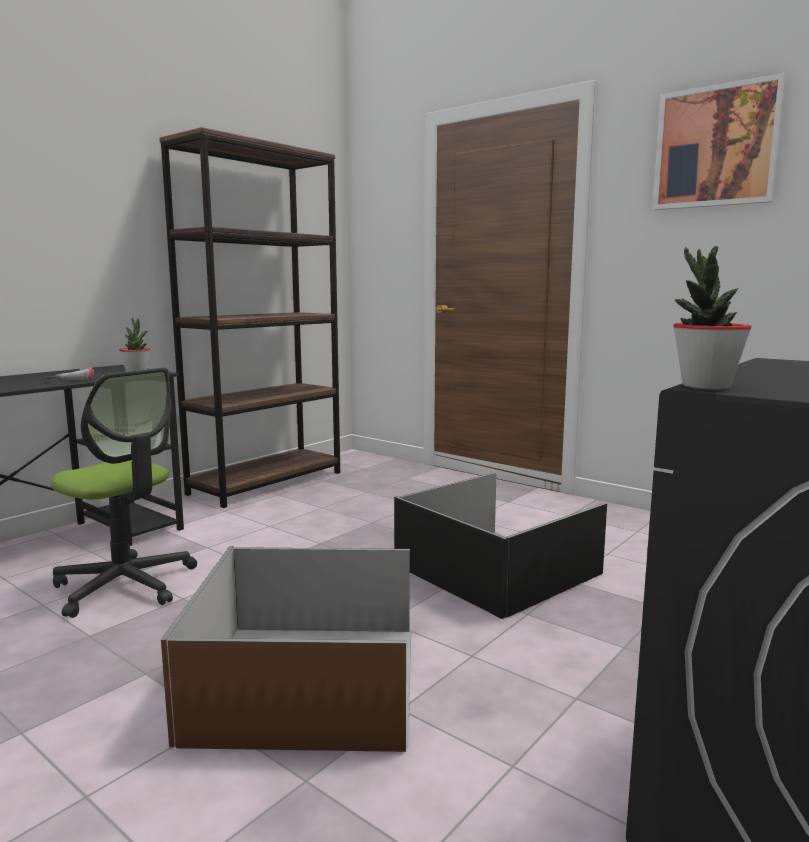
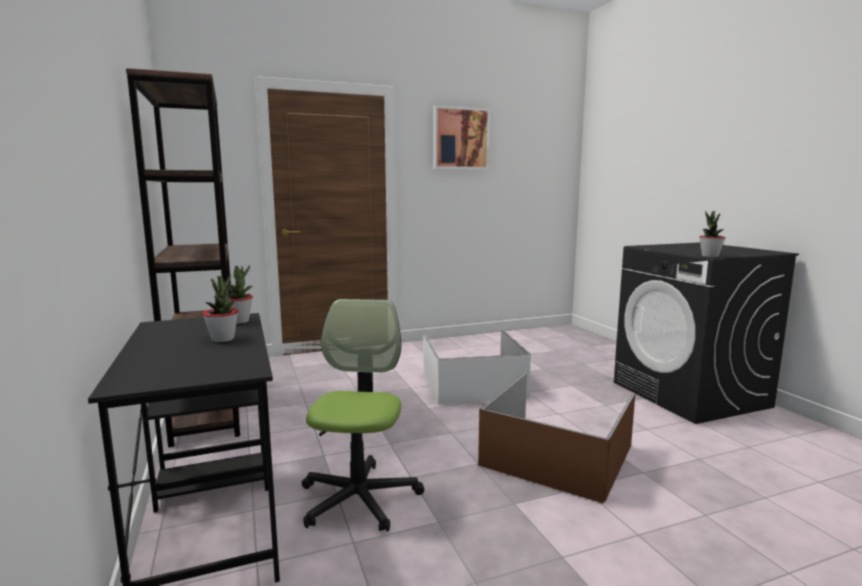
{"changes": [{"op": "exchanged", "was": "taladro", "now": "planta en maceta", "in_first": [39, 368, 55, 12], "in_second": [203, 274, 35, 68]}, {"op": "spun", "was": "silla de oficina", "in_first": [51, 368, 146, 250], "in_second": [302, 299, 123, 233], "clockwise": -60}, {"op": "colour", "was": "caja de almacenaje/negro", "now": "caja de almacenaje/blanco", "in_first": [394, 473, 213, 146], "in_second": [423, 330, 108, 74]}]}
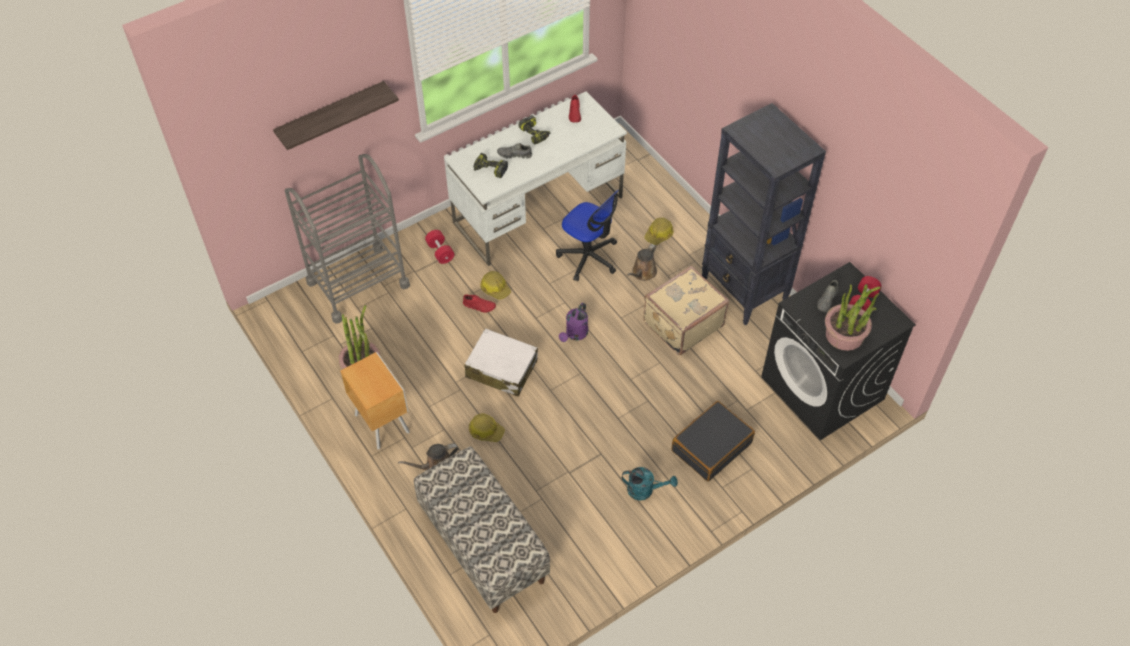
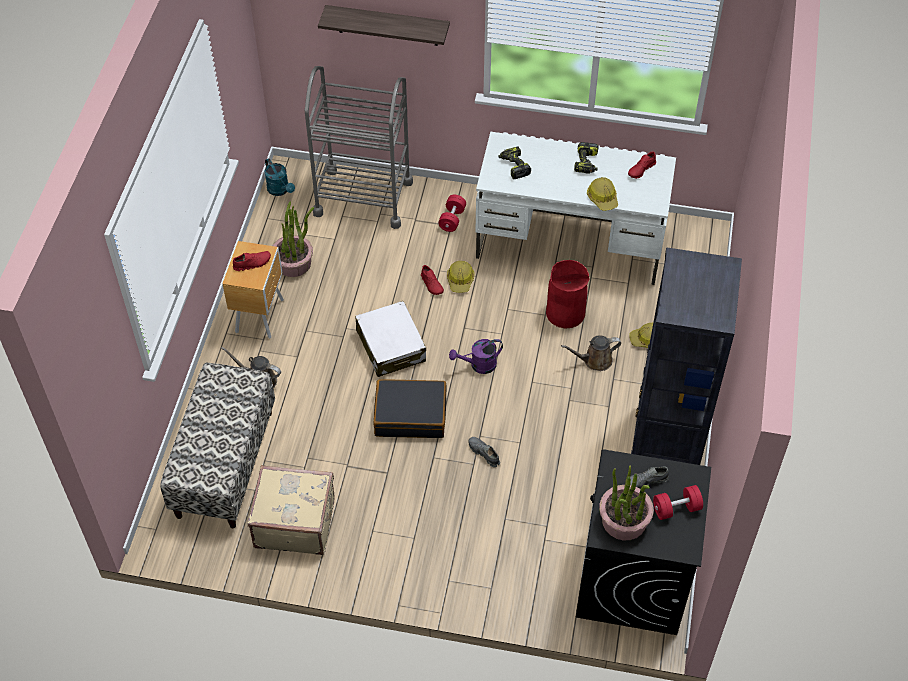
{"changes": [{"op": "relocated", "was": "zapato/gris", "in_first": [497, 143, 35, 16], "in_second": [468, 437, 32, 30]}, {"op": "exchanged", "was": "silla de oficina", "now": "papelera/rojo", "in_first": [556, 190, 63, 91], "in_second": [546, 260, 44, 68]}, {"op": "relocated", "was": "maleta/beis", "in_first": [643, 266, 86, 89], "in_second": [248, 465, 86, 90]}, {"op": "relocated", "was": "maleta/negro", "in_first": [672, 401, 83, 81], "in_second": [374, 379, 72, 59]}, {"op": "relocated", "was": "casco", "in_first": [469, 413, 36, 29], "in_second": [587, 177, 31, 34]}, {"op": "relocated", "was": "regadera/turquesa", "in_first": [622, 467, 56, 34], "in_second": [264, 158, 31, 38]}, {"op": "appeared", "now": "zapato/rojo", "in_second": [233, 251, 38, 20]}]}
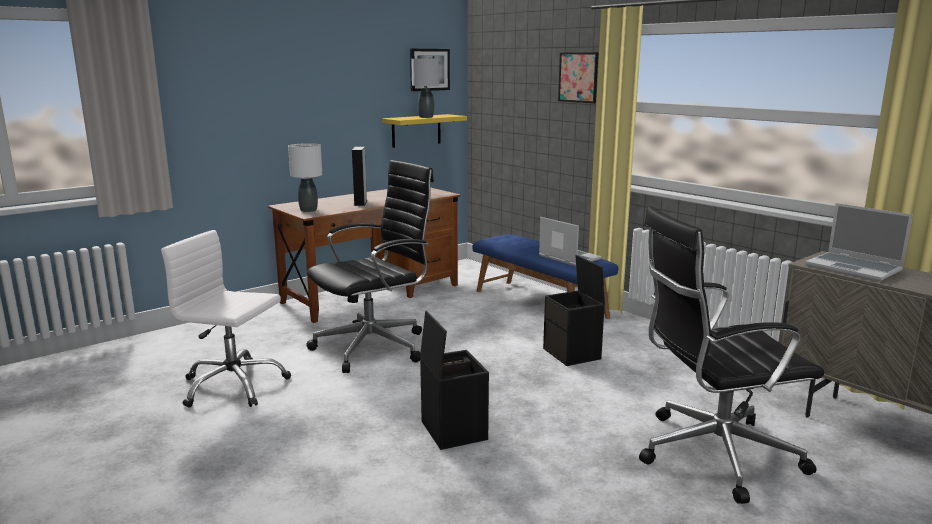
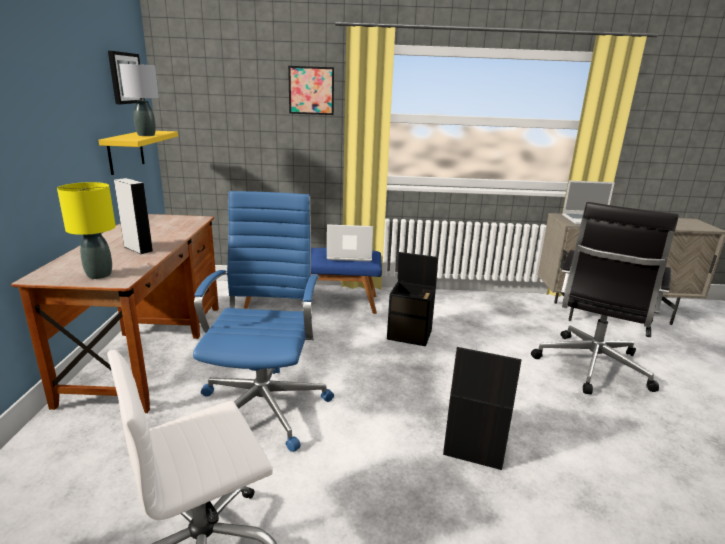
{"changes": [{"op": "colour", "was": "lámpara de mesa/blanco", "now": "lámpara de mesa/amarillo", "in_first": [288, 143, 34, 69], "in_second": [57, 182, 59, 97]}, {"op": "colour", "was": "silla de oficina/negro", "now": "silla de oficina/azul", "in_first": [306, 160, 128, 213], "in_second": [193, 191, 141, 261]}]}
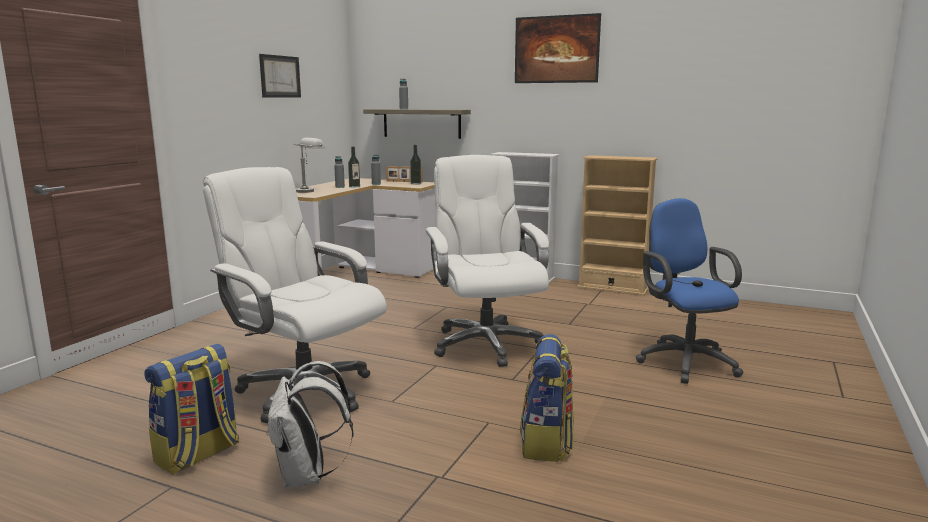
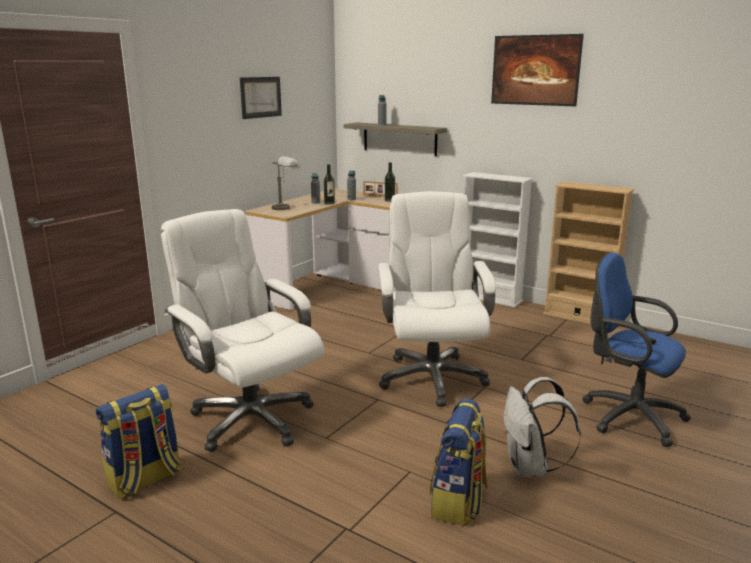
{"changes": [{"op": "spun", "was": "silla de oficina/azul", "in_first": [636, 198, 108, 186], "in_second": [582, 253, 109, 194], "clockwise": -45}, {"op": "relocated", "was": "mochila/blanco", "in_first": [266, 361, 88, 127], "in_second": [503, 377, 78, 100]}]}
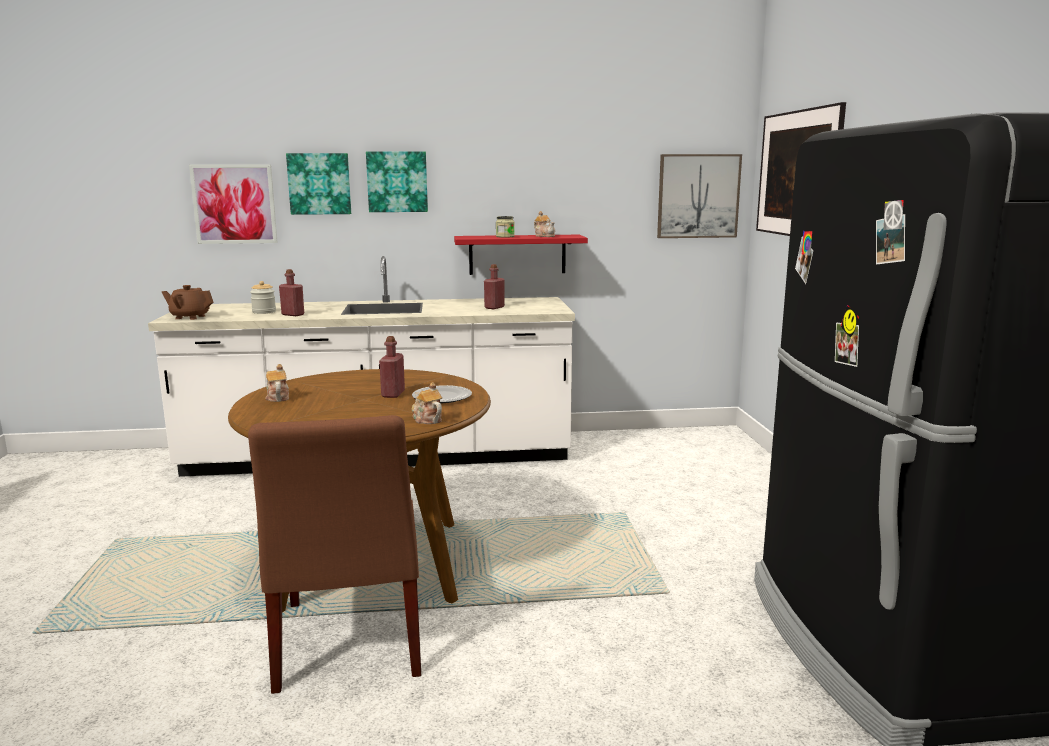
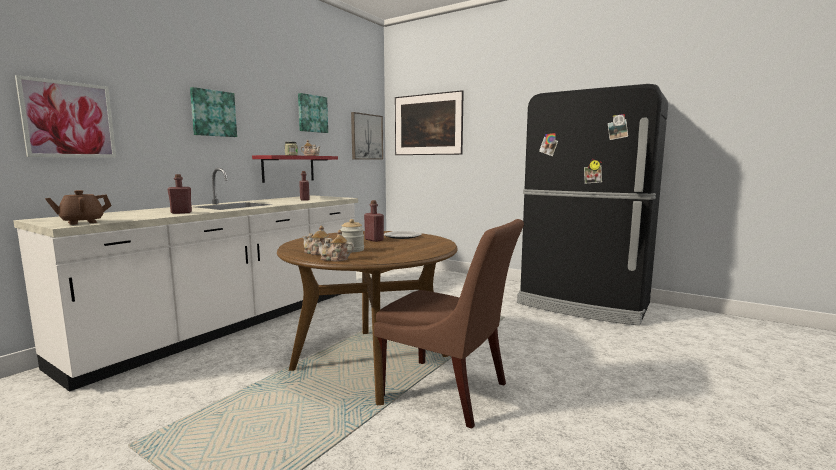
{"changes": [{"op": "relocated", "was": "cuadro", "in_first": [286, 153, 65, 62], "in_second": [298, 93, 30, 40]}, {"op": "relocated", "was": "tarro", "in_first": [250, 281, 26, 33], "in_second": [340, 219, 24, 33]}, {"op": "relocated", "was": "tetera", "in_first": [412, 382, 30, 42], "in_second": [317, 230, 37, 32]}]}
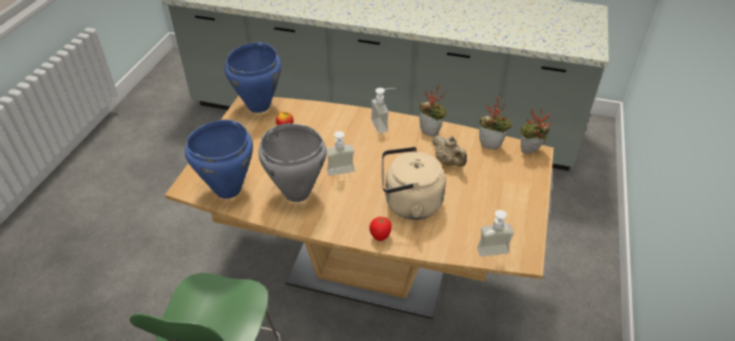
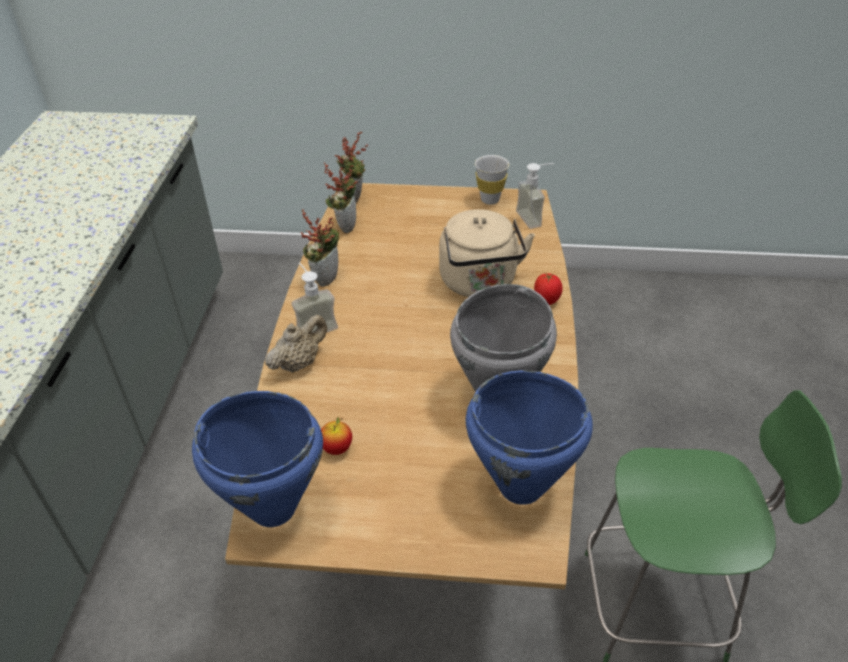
{"changes": [{"op": "missing", "was": "dispensador de jabón", "in_first": [327, 131, 28, 45]}, {"op": "relocated", "was": "tetera/beis", "in_first": [432, 135, 35, 32], "in_second": [265, 314, 62, 59]}, {"op": "appeared", "now": "taza/blanco", "in_second": [475, 155, 34, 49]}]}
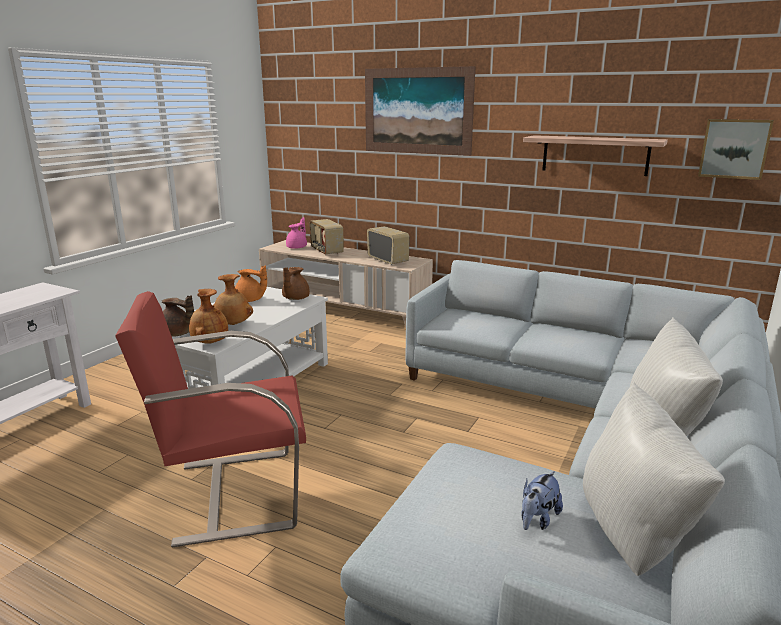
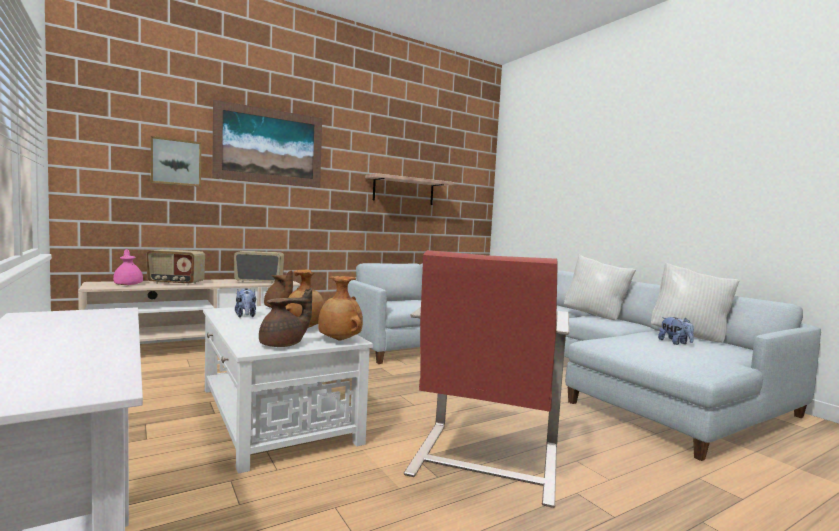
{"changes": [{"op": "relocated", "was": "cuadro", "in_first": [698, 119, 76, 61], "in_second": [151, 136, 50, 51]}, {"op": "exchanged", "was": "tetera/naranja", "now": "peluche", "in_first": [235, 265, 32, 37], "in_second": [235, 288, 21, 30]}]}
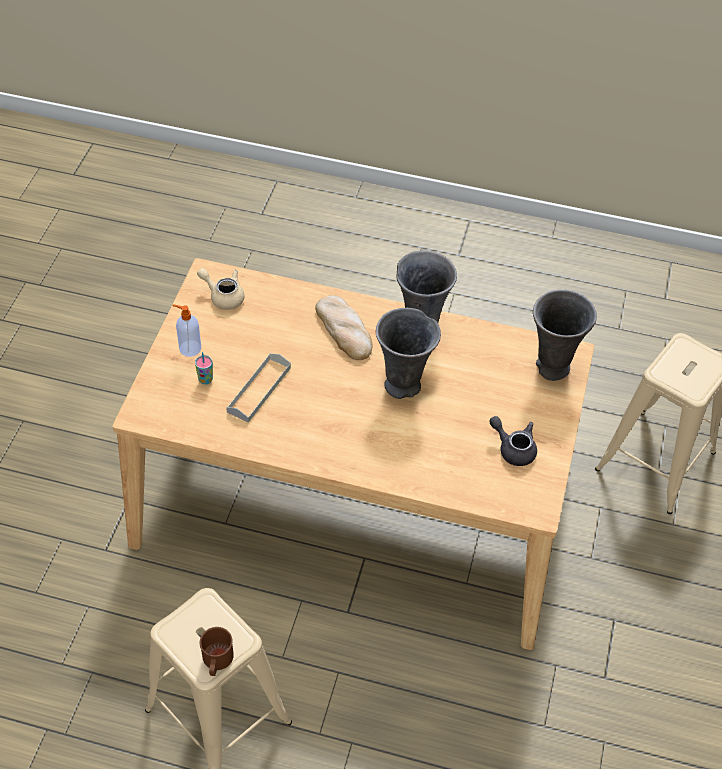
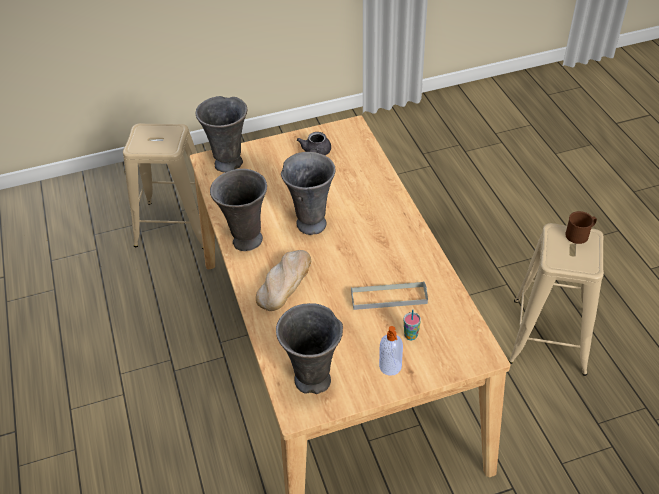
{"changes": [{"op": "exchanged", "was": "tetera/beis", "now": "florero/gris", "in_first": [197, 268, 47, 42], "in_second": [276, 303, 67, 91]}]}
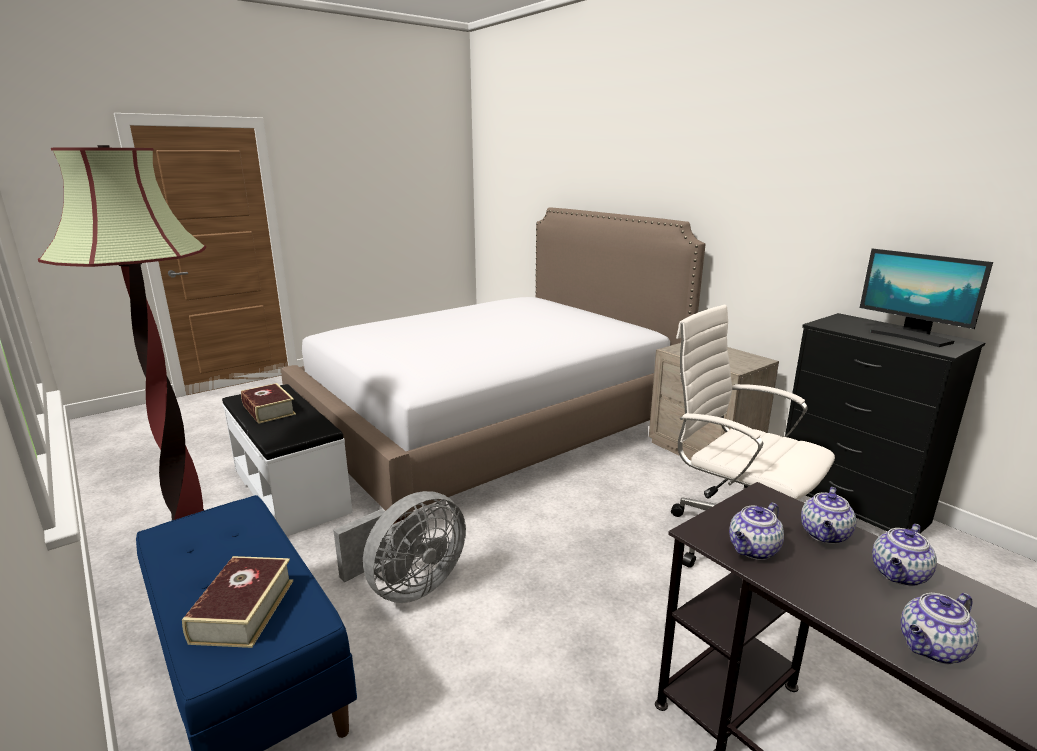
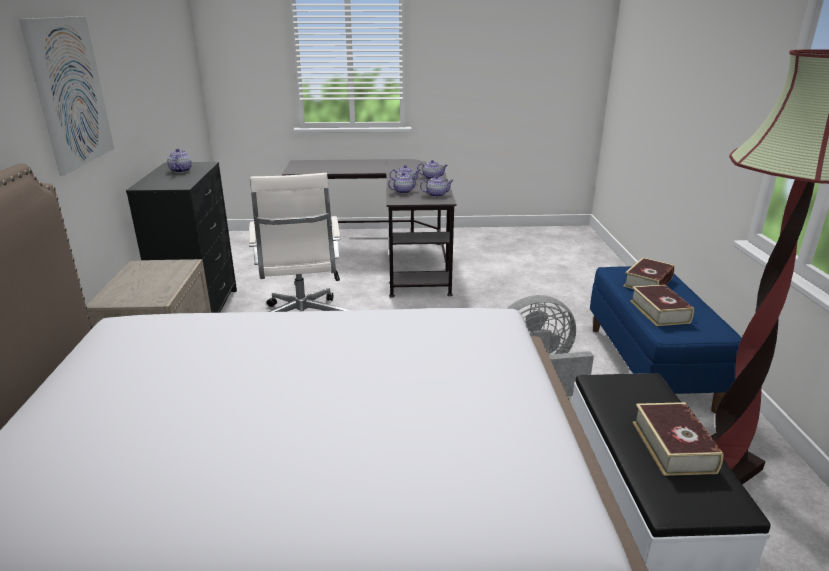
{"changes": [{"op": "exchanged", "was": "monitor", "now": "tetera", "in_first": [860, 248, 133, 99], "in_second": [167, 149, 25, 24]}, {"op": "appeared", "now": "cuadro", "in_second": [19, 16, 95, 160]}, {"op": "appeared", "now": "libro", "in_second": [630, 284, 64, 42]}]}
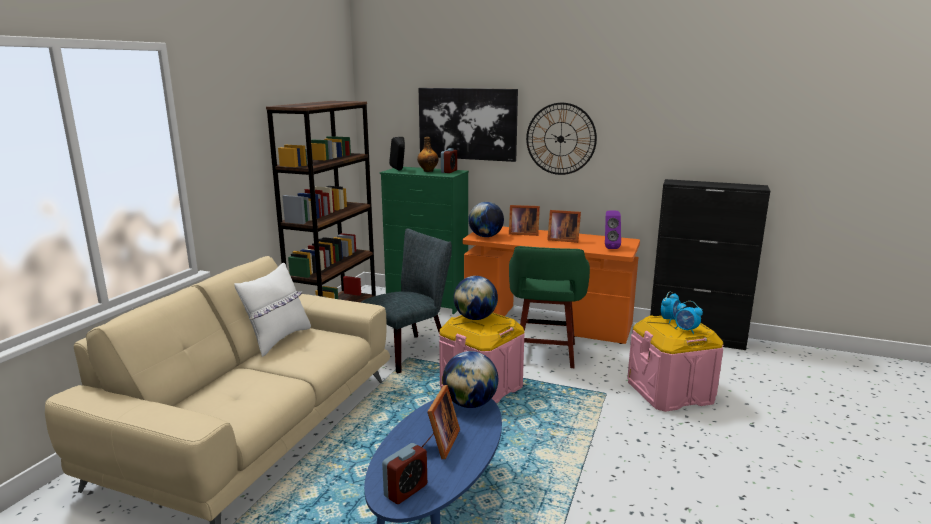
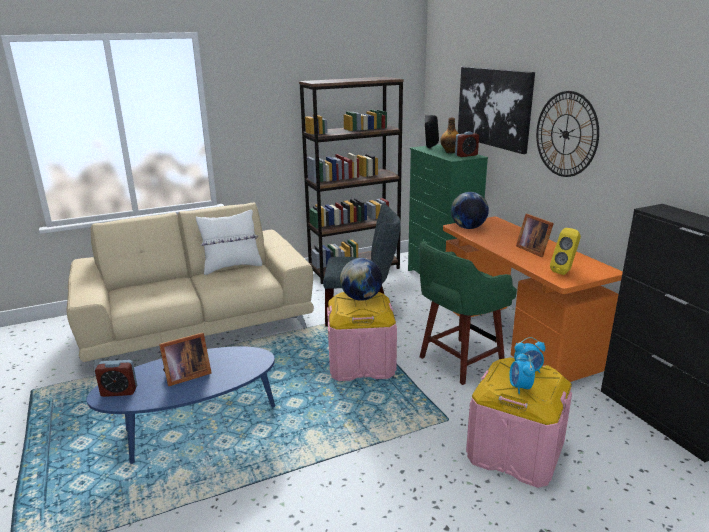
{"changes": [{"op": "missing", "was": "portarretratos", "in_first": [509, 205, 31, 31]}, {"op": "colour", "was": "altavoz/morado", "now": "altavoz/amarillo", "in_first": [605, 210, 16, 39], "in_second": [550, 228, 31, 47]}, {"op": "missing", "was": "globo terráqueo", "in_first": [443, 351, 55, 57]}]}
